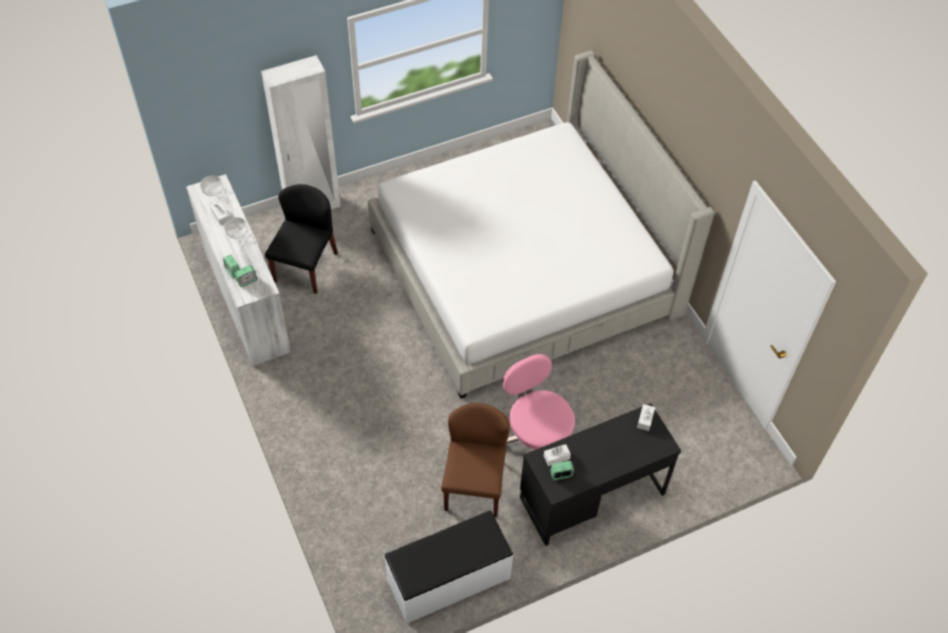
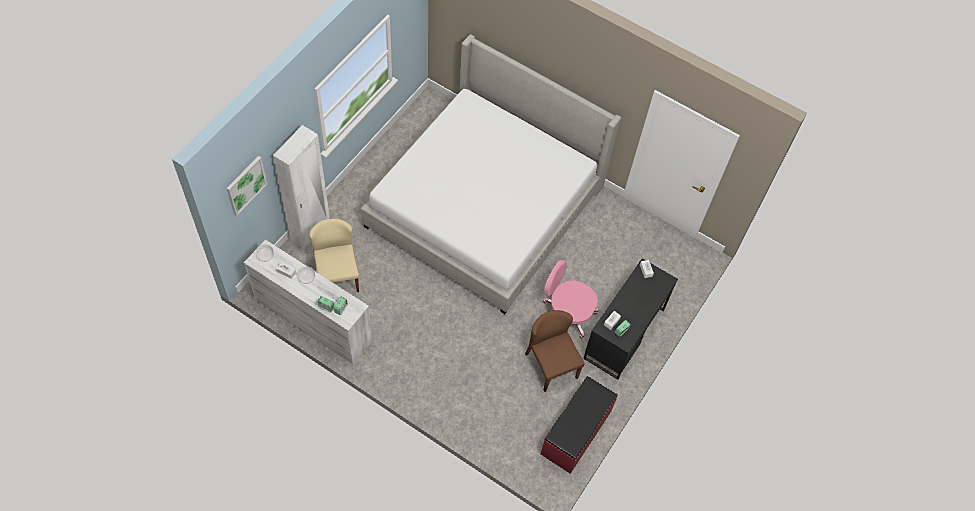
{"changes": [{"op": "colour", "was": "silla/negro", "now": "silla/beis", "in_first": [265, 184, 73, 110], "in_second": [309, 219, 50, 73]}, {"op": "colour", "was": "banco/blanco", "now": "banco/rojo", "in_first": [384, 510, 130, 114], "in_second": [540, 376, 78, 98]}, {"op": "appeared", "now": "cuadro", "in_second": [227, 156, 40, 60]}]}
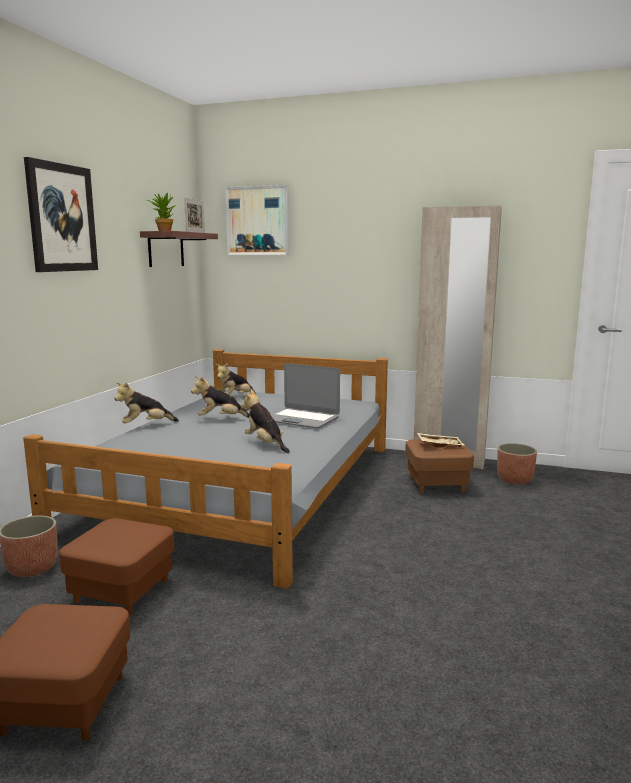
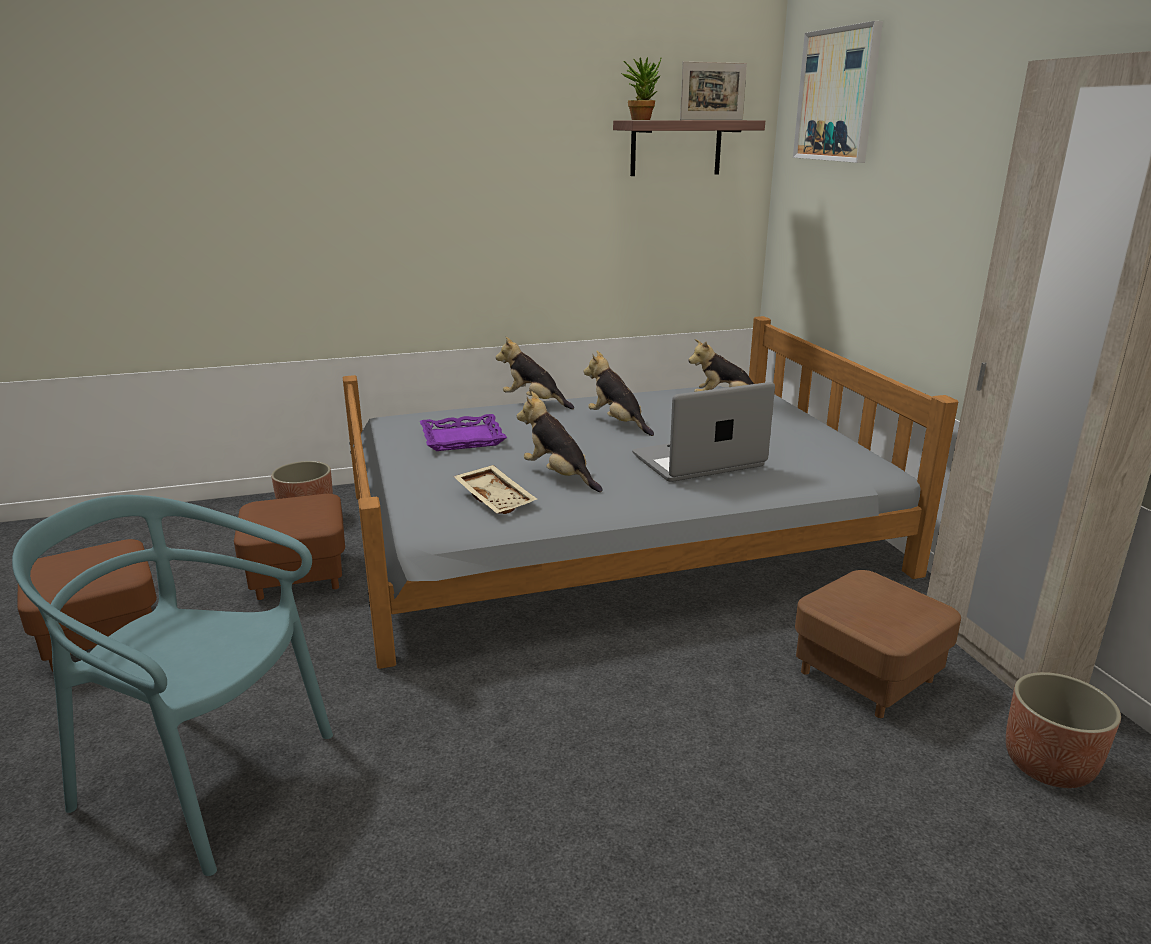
{"changes": [{"op": "missing", "was": "cuadro", "in_first": [24, 157, 74, 115]}, {"op": "spun", "was": "portátil", "in_first": [270, 363, 70, 65], "in_second": [632, 382, 143, 100], "clockwise": 75}, {"op": "spun", "was": "peluche", "in_first": [241, 390, 49, 63], "in_second": [517, 391, 86, 101], "clockwise": -60}, {"op": "relocated", "was": "bandeja/beis", "in_first": [417, 433, 48, 14], "in_second": [453, 465, 84, 49]}, {"op": "appeared", "now": "bandeja/morado", "in_second": [420, 414, 87, 37]}, {"op": "appeared", "now": "silla/turquesa", "in_second": [12, 495, 321, 381]}]}
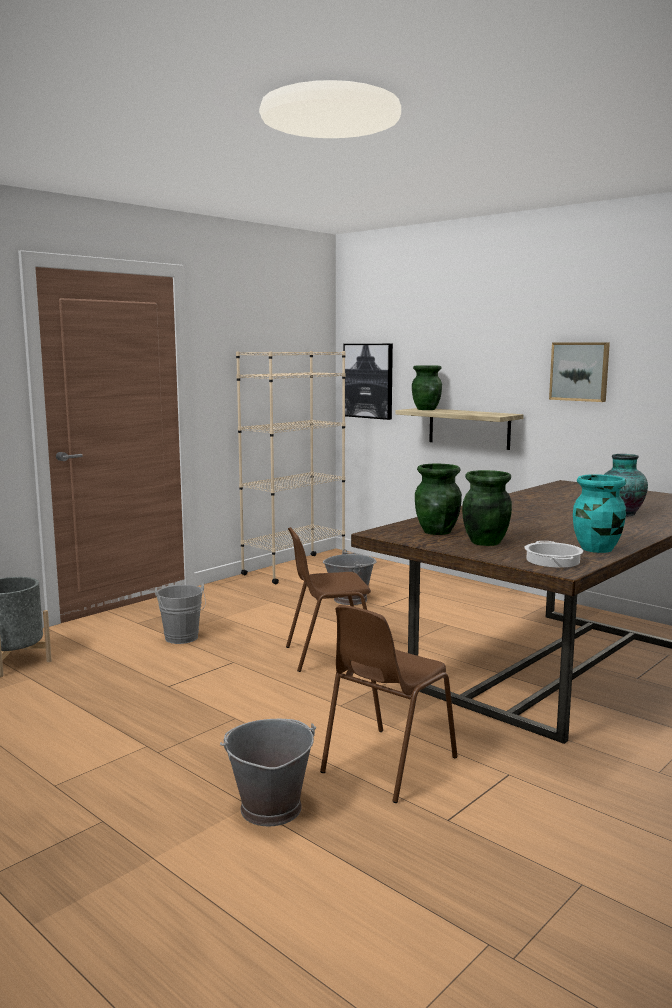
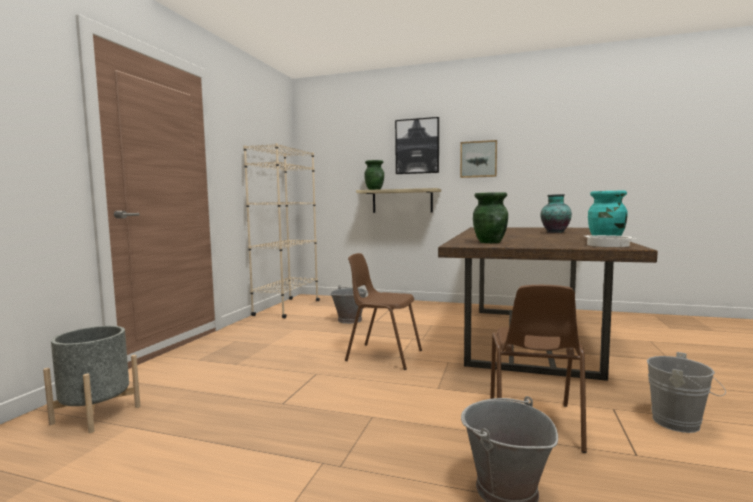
{"changes": [{"op": "relocated", "was": "cuadro", "in_first": [343, 344, 50, 76], "in_second": [395, 117, 44, 57]}, {"op": "missing", "was": "florero/verde", "in_first": [462, 470, 50, 76]}, {"op": "spun", "was": "silla/marrón", "in_first": [286, 527, 85, 145], "in_second": [345, 253, 77, 117], "clockwise": 60}, {"op": "relocated", "was": "cubo/gris", "in_first": [155, 584, 51, 60], "in_second": [647, 352, 79, 81]}]}
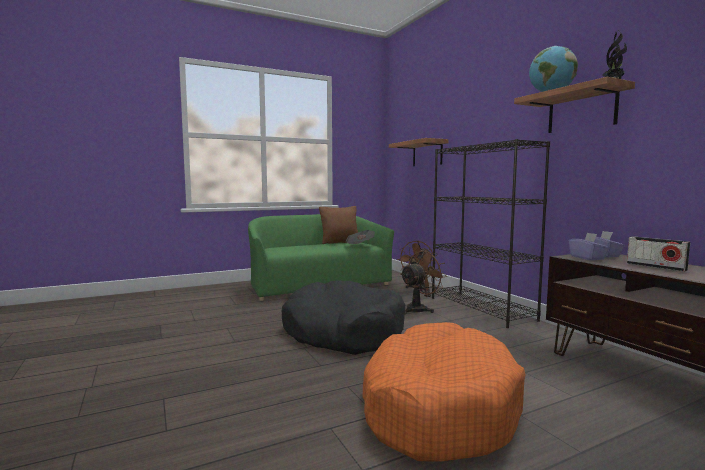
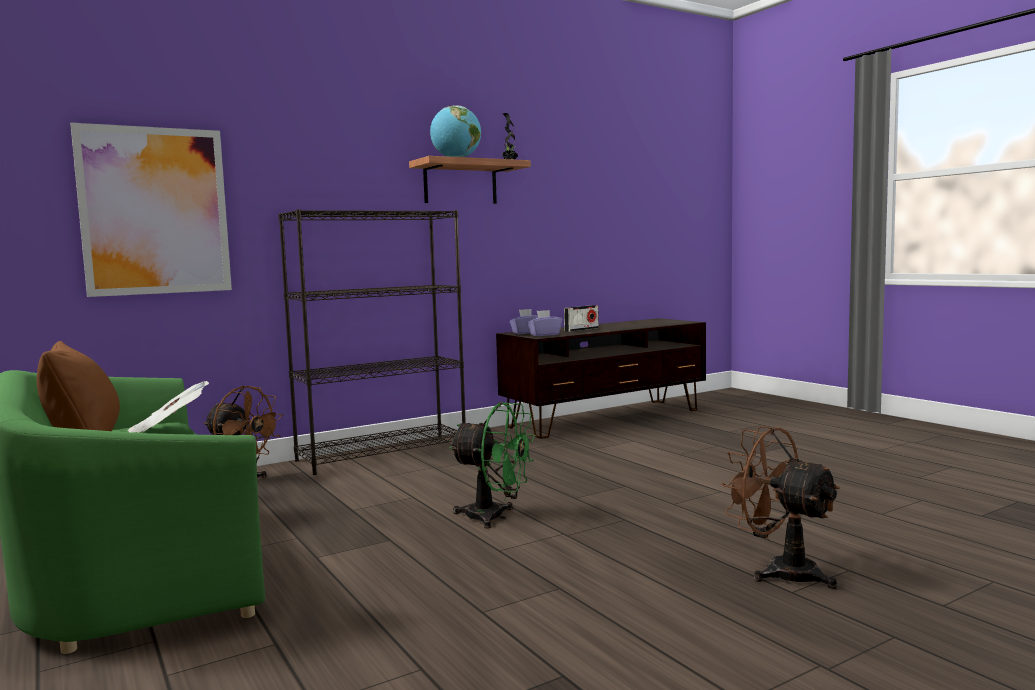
{"changes": [{"op": "exchanged", "was": "estante", "now": "cuadro", "in_first": [389, 138, 60, 28], "in_second": [70, 123, 162, 174]}, {"op": "relocated", "was": "ventilador/marrón", "in_first": [400, 250, 47, 64], "in_second": [721, 426, 119, 163]}, {"op": "exchanged", "was": "cama para perro/negro", "now": "ventilador/verde", "in_first": [282, 281, 123, 74], "in_second": [449, 402, 86, 127]}, {"op": "missing", "was": "cama para perro/naranja", "in_first": [363, 322, 163, 139]}]}
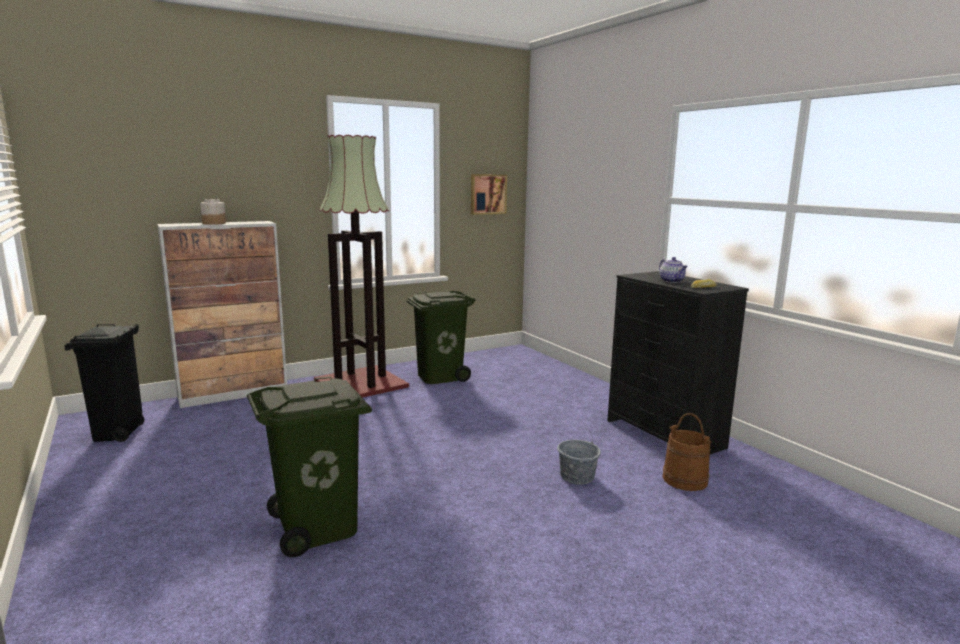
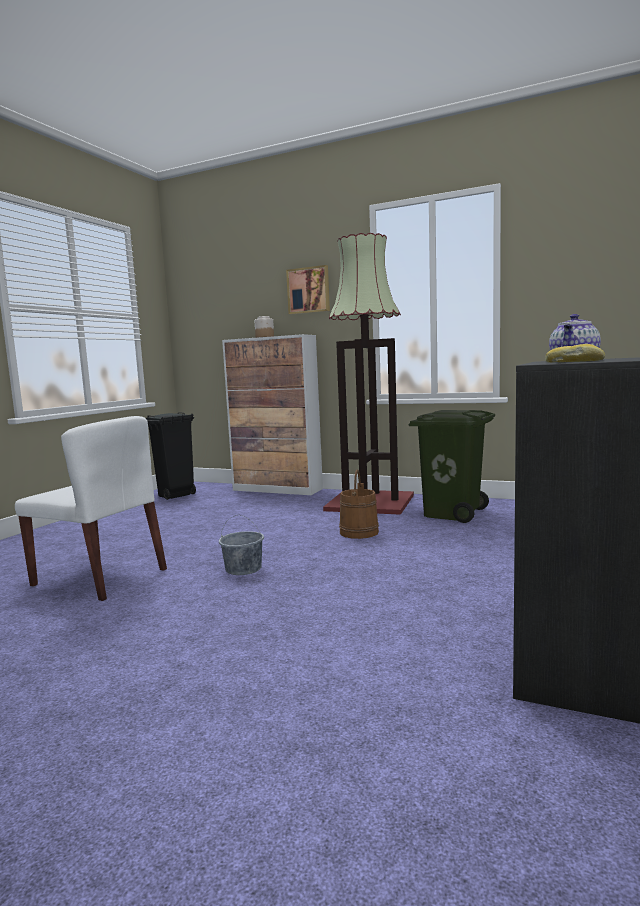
{"changes": [{"op": "relocated", "was": "cuadro", "in_first": [471, 174, 36, 41], "in_second": [286, 265, 44, 49]}, {"op": "exchanged", "was": "papelera/verde", "now": "silla/blanco", "in_first": [247, 377, 125, 180], "in_second": [15, 416, 152, 185]}, {"op": "relocated", "was": "cubo/marrón", "in_first": [662, 413, 50, 78], "in_second": [339, 470, 40, 69]}, {"op": "relocated", "was": "cubo/gris", "in_first": [557, 428, 44, 56], "in_second": [219, 515, 45, 60]}]}
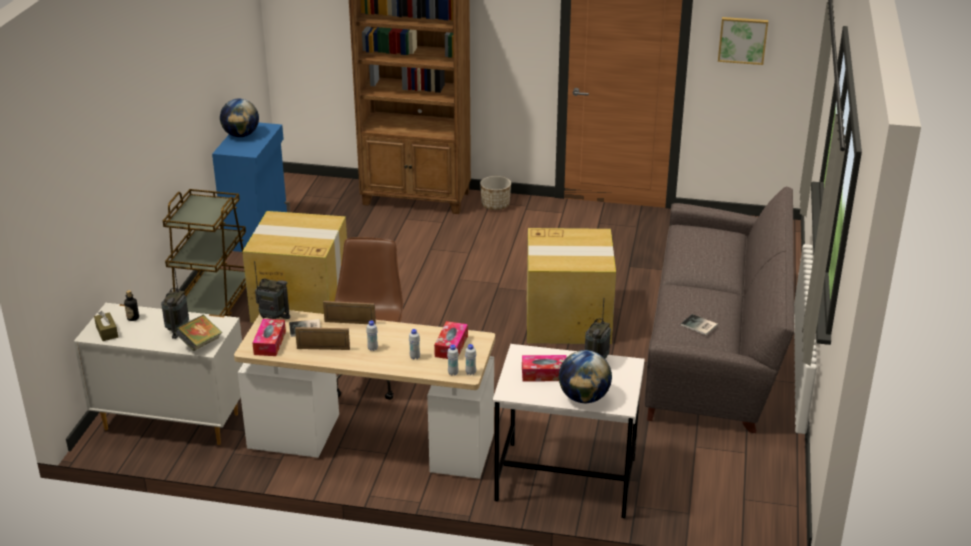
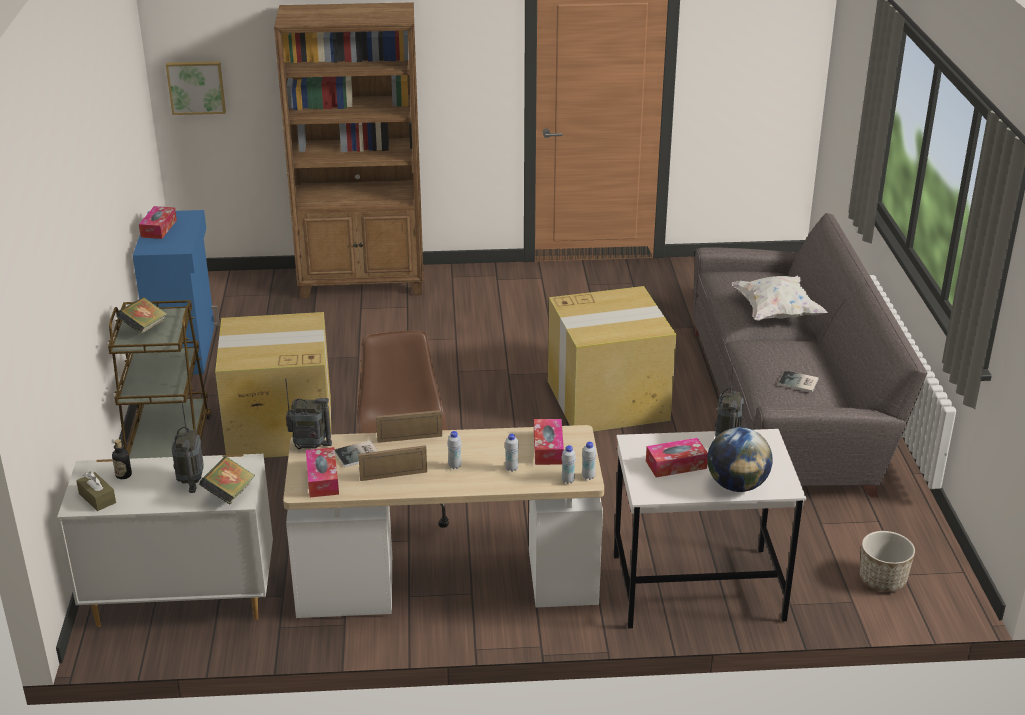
{"changes": [{"op": "relocated", "was": "cuadro", "in_first": [718, 17, 50, 48], "in_second": [166, 61, 60, 54]}, {"op": "exchanged", "was": "globo terráqueo", "now": "caja de pañuelos", "in_first": [220, 99, 39, 38], "in_second": [139, 206, 38, 33]}, {"op": "relocated", "was": "maceta", "in_first": [480, 176, 31, 34], "in_second": [860, 531, 55, 61]}, {"op": "appeared", "now": "cojín/blanco", "in_second": [732, 275, 96, 46]}, {"op": "appeared", "now": "libro", "in_second": [116, 297, 51, 37]}]}
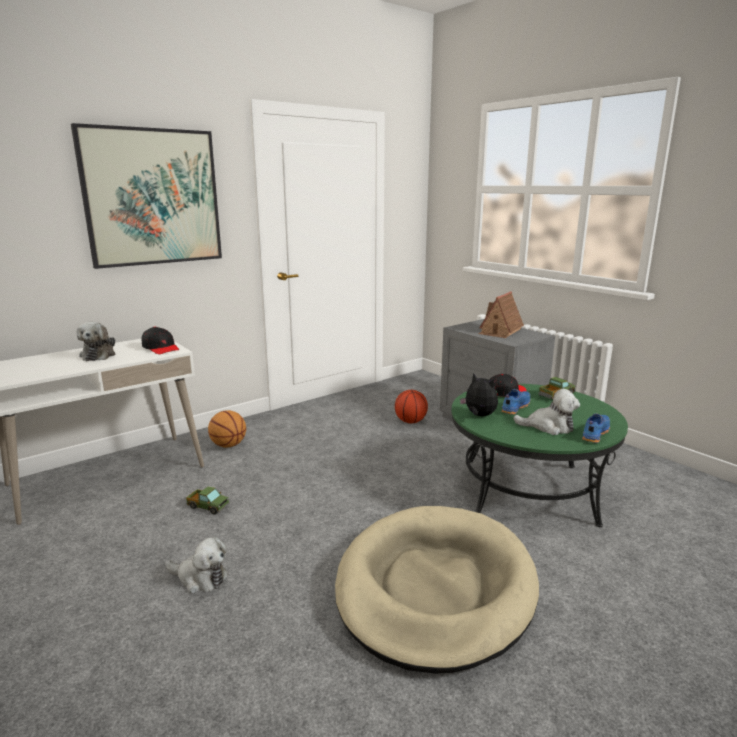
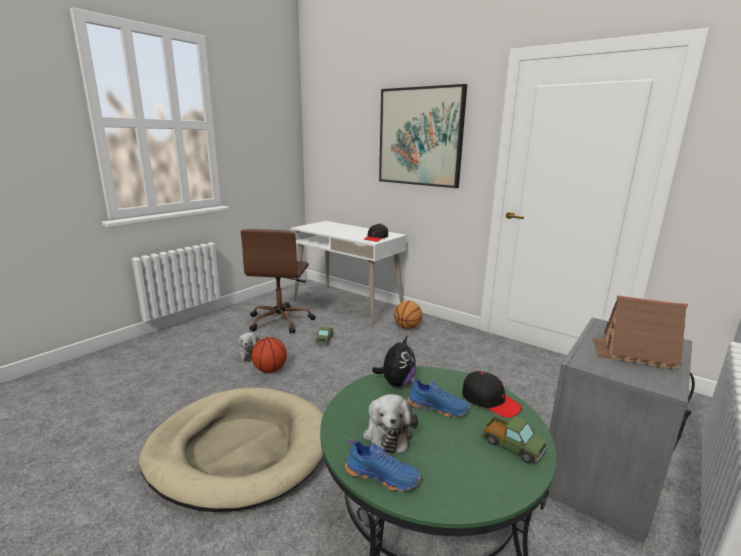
{"changes": [{"op": "missing", "was": "peluche", "in_first": [77, 322, 39, 39]}, {"op": "relocated", "was": "balón de baloncesto", "in_first": [395, 390, 33, 33], "in_second": [251, 337, 36, 36]}, {"op": "appeared", "now": "silla de oficina/marrón", "in_second": [241, 229, 74, 105]}]}
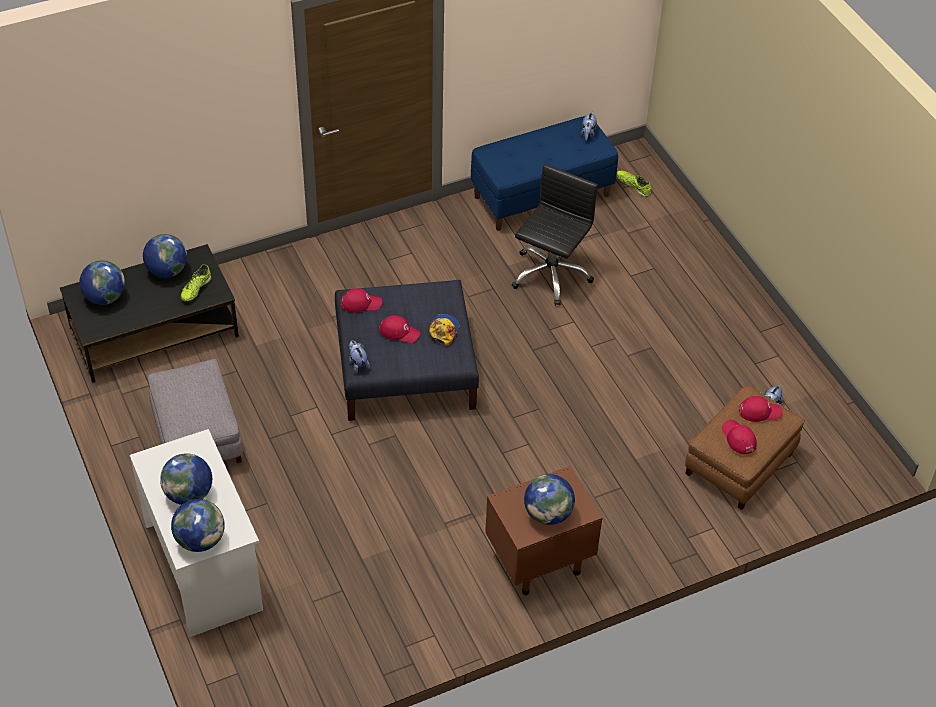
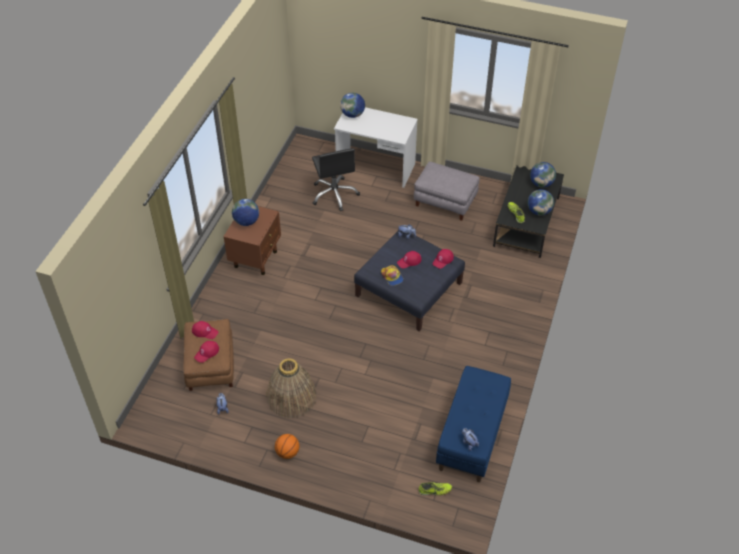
{"changes": [{"op": "relocated", "was": "silla de oficina/negro", "in_first": [511, 164, 87, 142], "in_second": [312, 148, 48, 63]}, {"op": "missing", "was": "globo terráqueo", "in_first": [160, 453, 52, 52]}, {"op": "appeared", "now": "cesta", "in_second": [266, 358, 51, 60]}, {"op": "appeared", "now": "balón de baloncesto", "in_second": [275, 434, 24, 25]}]}
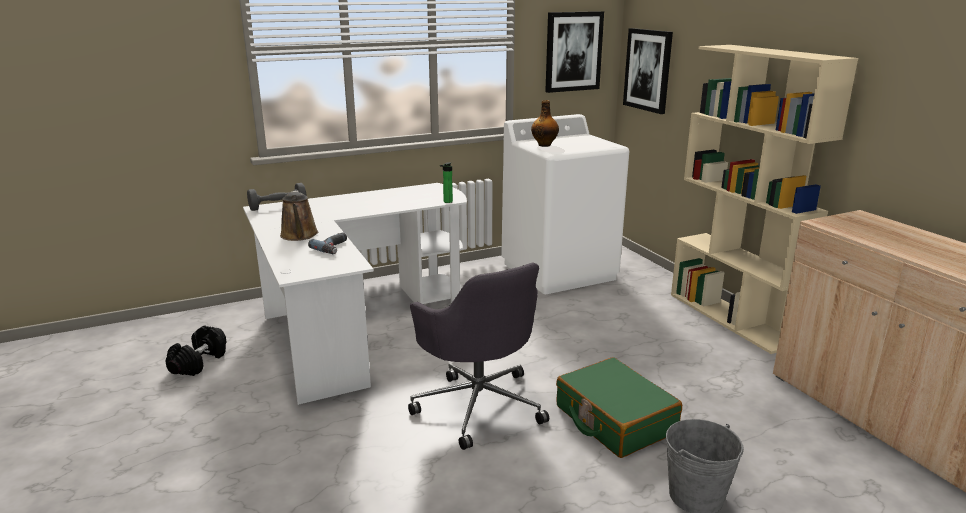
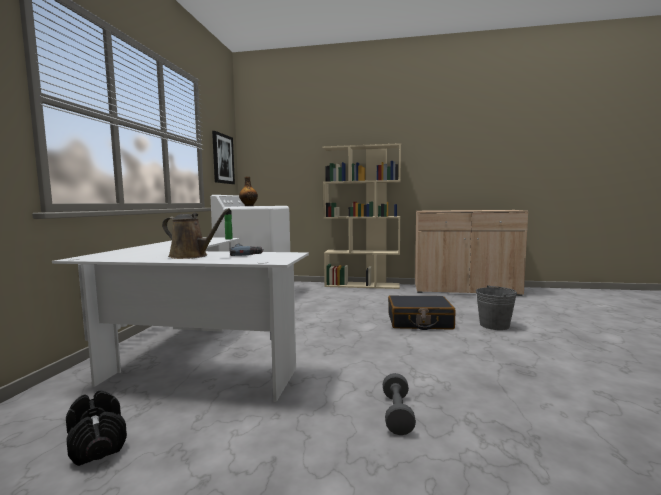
{"changes": [{"op": "missing", "was": "cuadro", "in_first": [623, 28, 50, 86]}, {"op": "relocated", "was": "mancuerna/gris", "in_first": [247, 183, 60, 28], "in_second": [383, 373, 33, 62]}, {"op": "missing", "was": "silla de oficina/gris", "in_first": [408, 263, 141, 187]}, {"op": "colour", "was": "maleta/verde", "now": "maleta/negro", "in_first": [556, 357, 126, 101], "in_second": [388, 295, 67, 35]}]}
